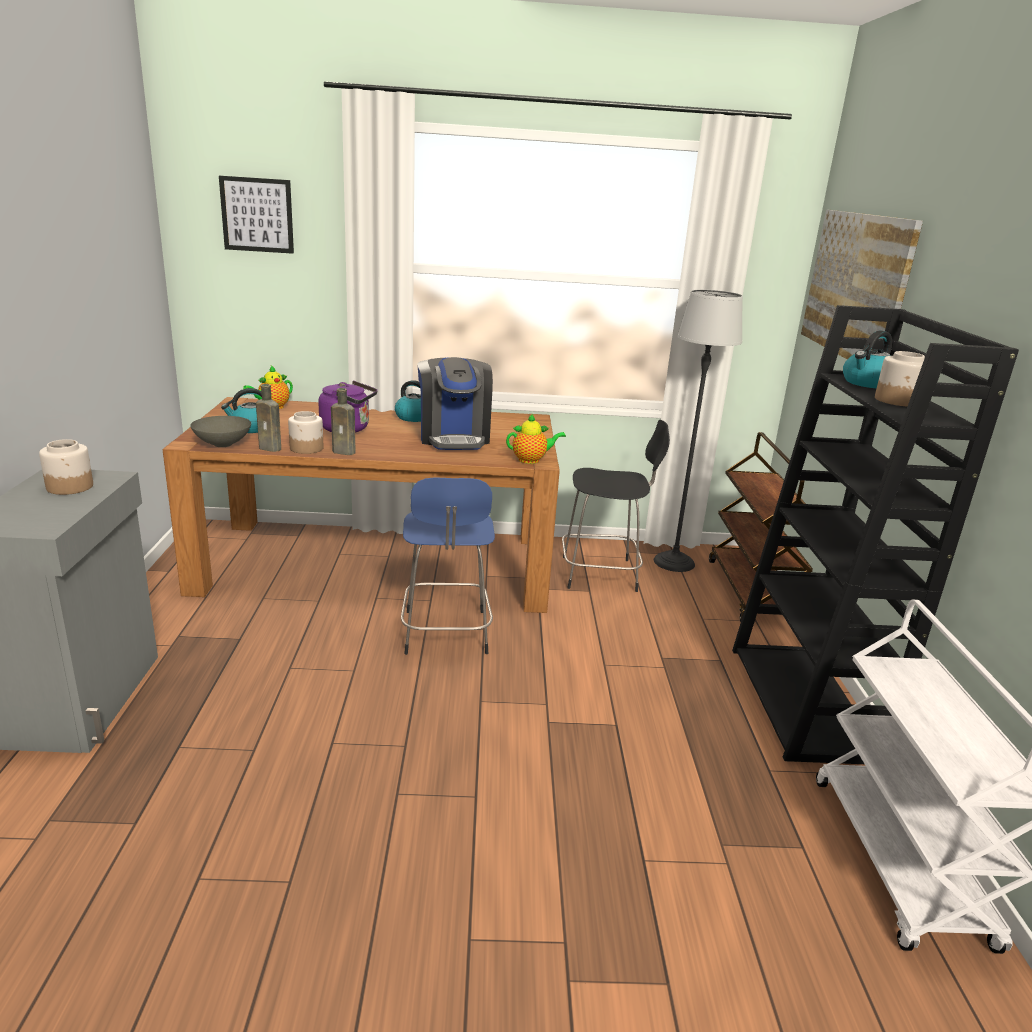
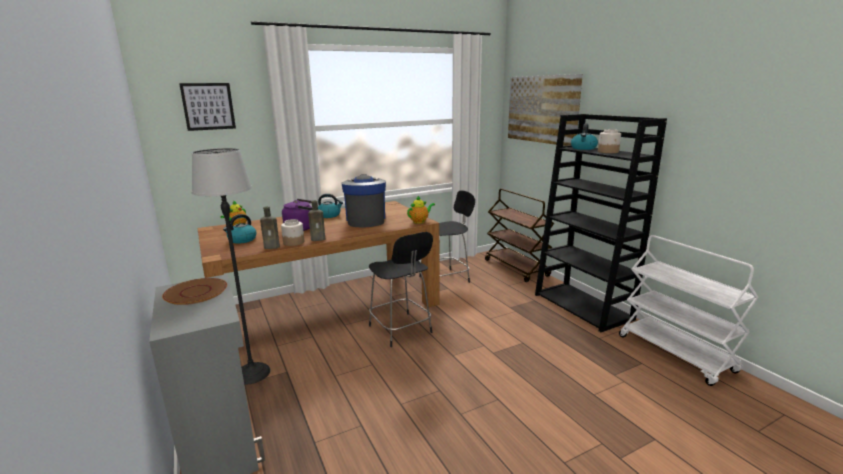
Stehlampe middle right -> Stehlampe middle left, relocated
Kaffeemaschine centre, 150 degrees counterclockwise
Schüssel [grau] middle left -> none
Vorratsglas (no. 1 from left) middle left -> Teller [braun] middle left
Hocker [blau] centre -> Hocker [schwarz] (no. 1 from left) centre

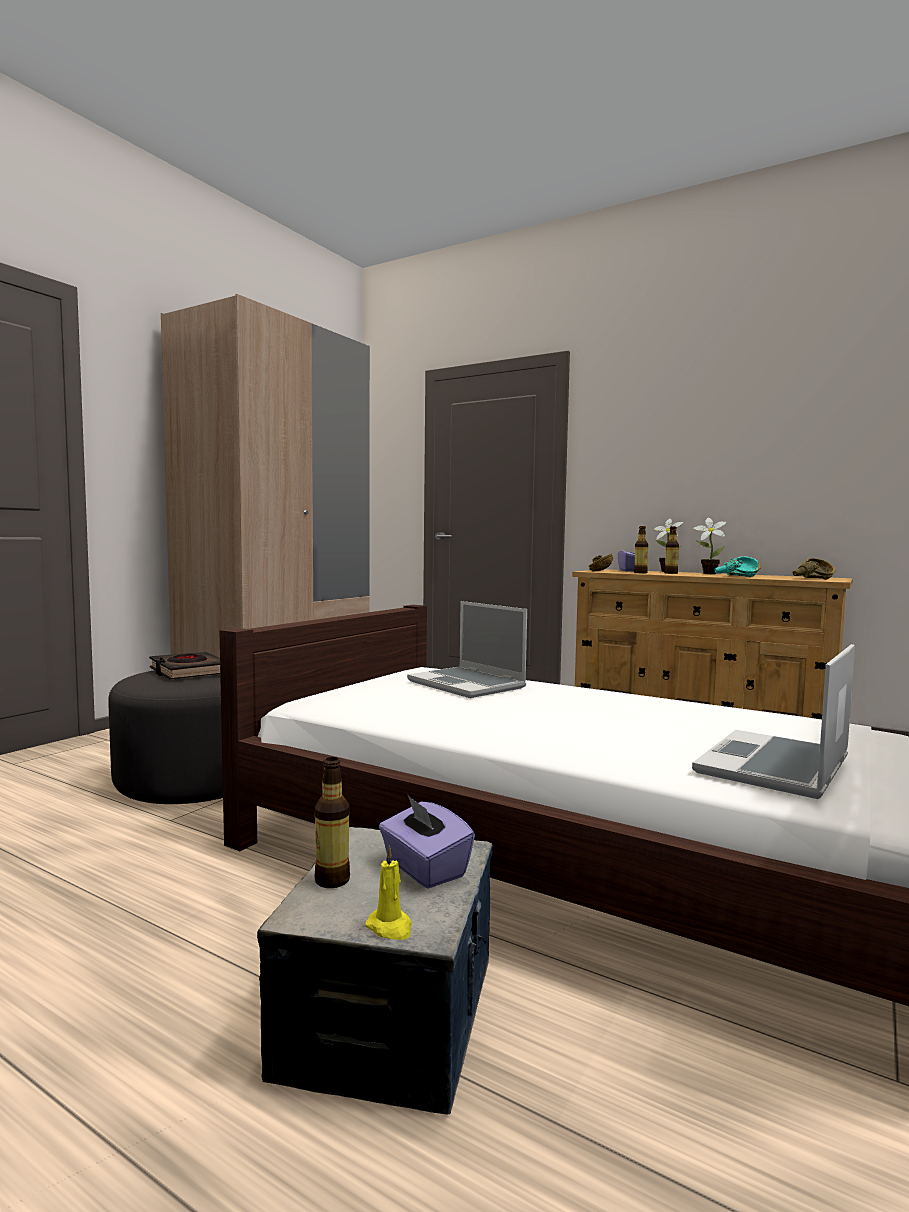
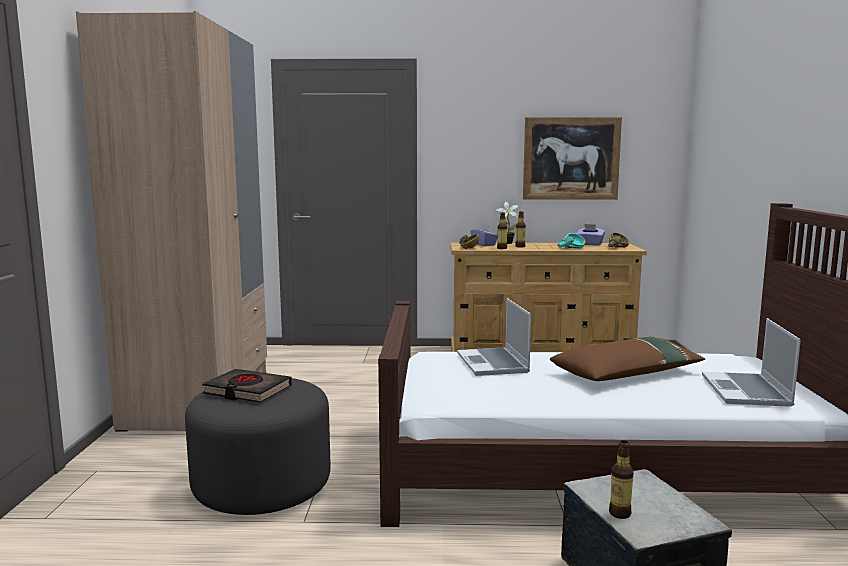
Topfpflanze (no. 2 from left) middle right -> none
Laptop (no. 1 from left) centre, 60 degrees clockwise
Taschentuchbox [lila] (no. 1 from left in the first image) bottom centre -> Taschentuchbox [lila] (no. 2 from left) middle right, relocated
Kerze [gelb] bottom centre -> none
none -> Bild top right
none -> Kissen [braun] middle right

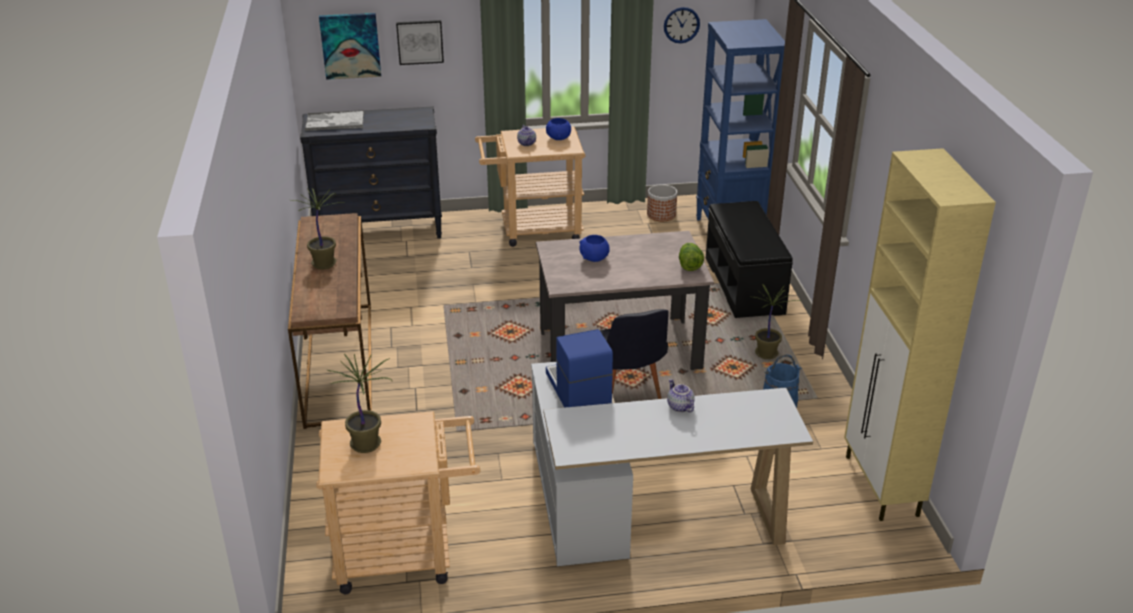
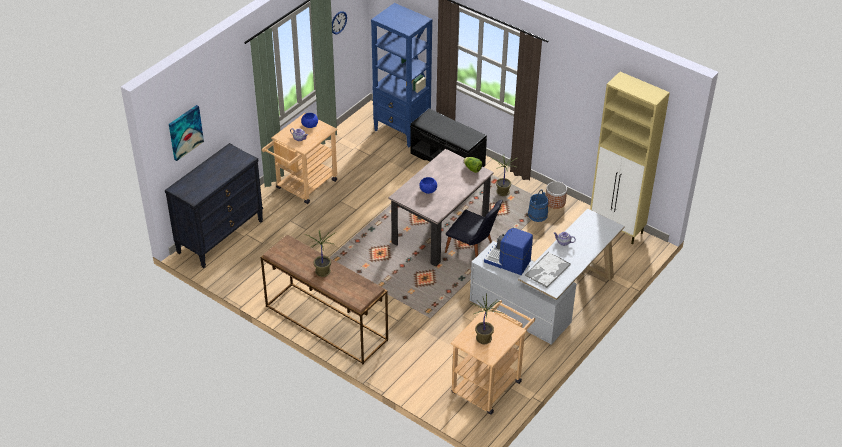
Bild (no. 2 from left) top centre -> none
Tablett top left -> Tablett centre, relocated
Pflanzkübel top centre -> Pflanzkübel centre, relocated

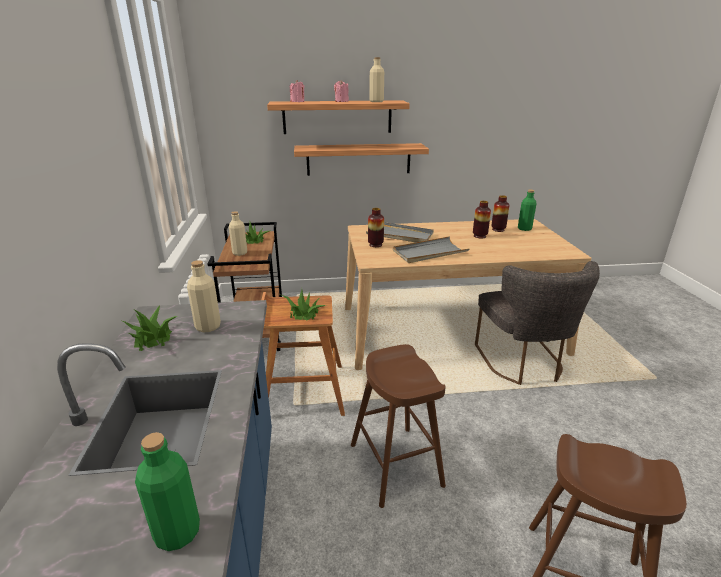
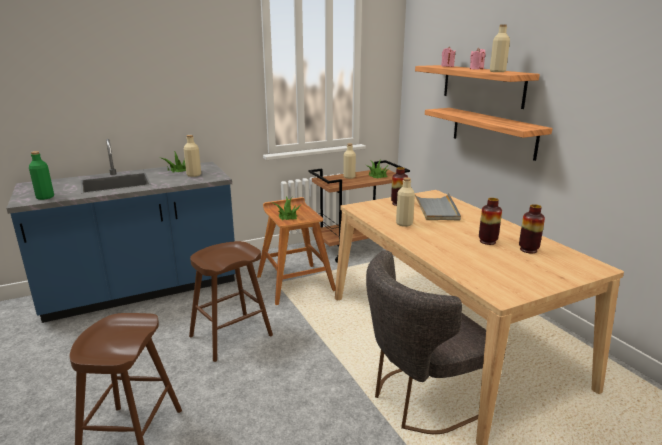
Flasche [grün] (no. 2 from left) middle right -> none
Tablett [grau] (no. 2 from left) centre -> Flasche [beige] (no. 3 from left) centre

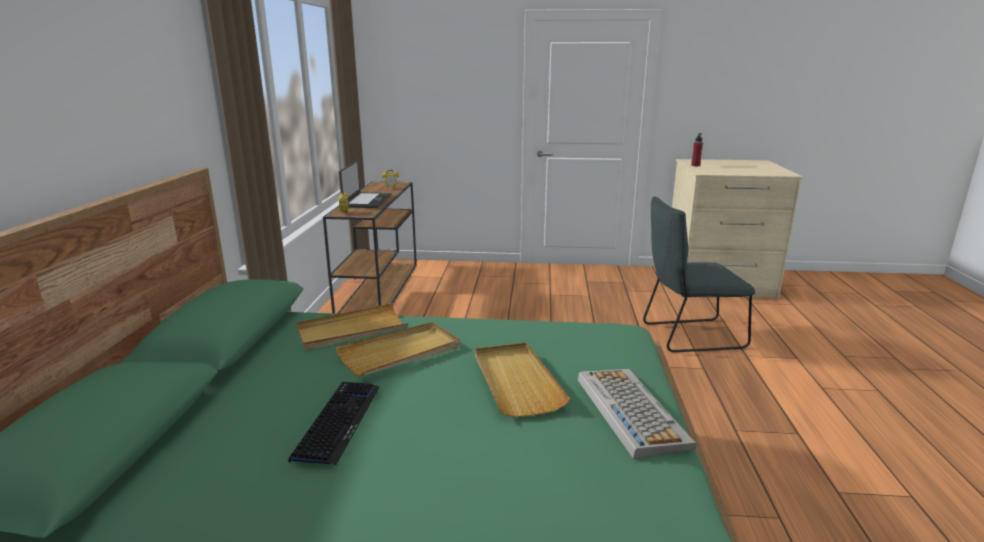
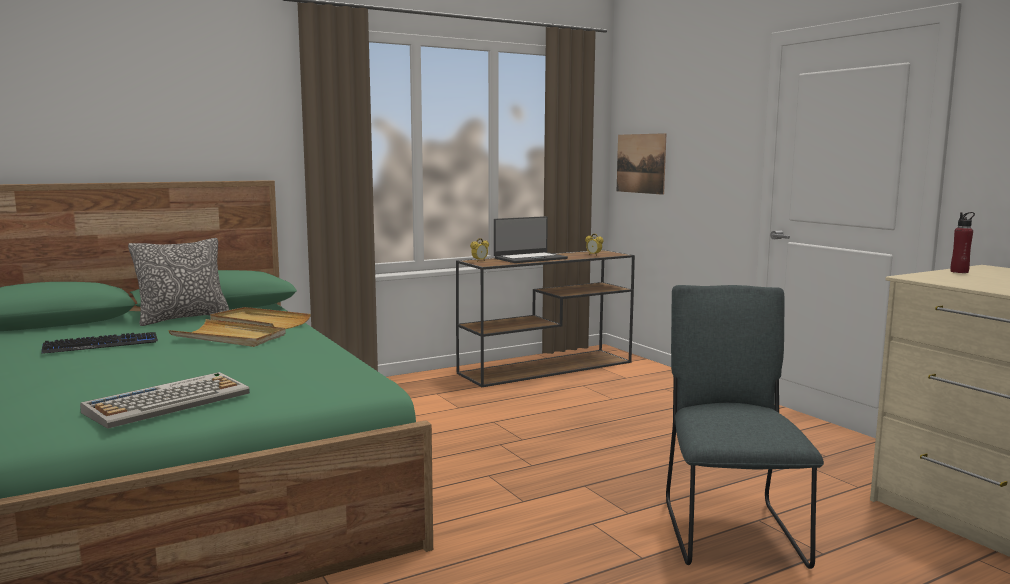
Stuhl [grau] middle right -> Stuhl [grau] bottom right, 45 degrees clockwise
Tablett [beige] (no. 3 from left) bottom centre -> none
none -> Bild top centre
none -> Kissen middle left

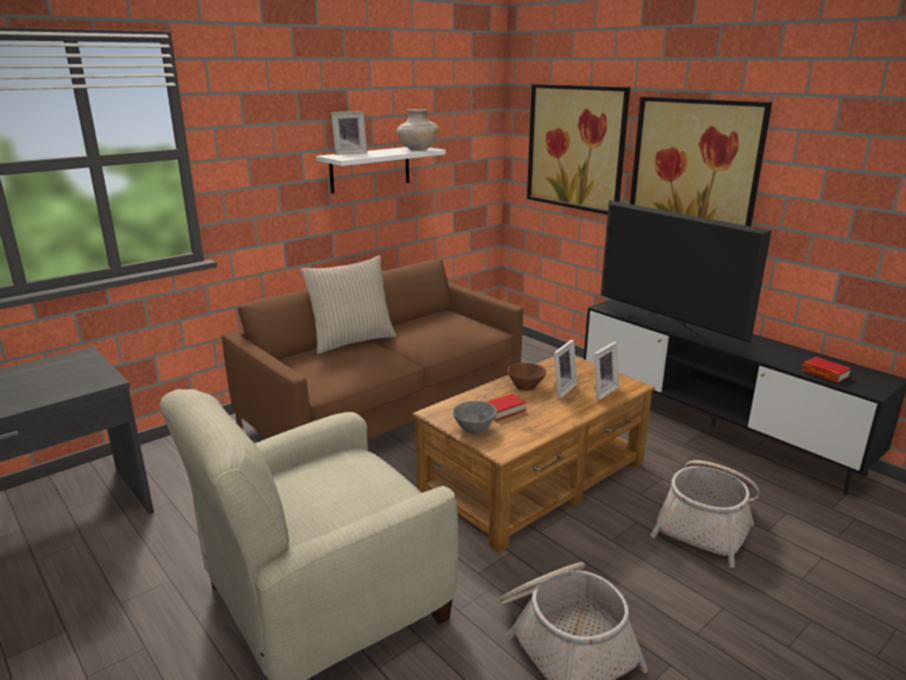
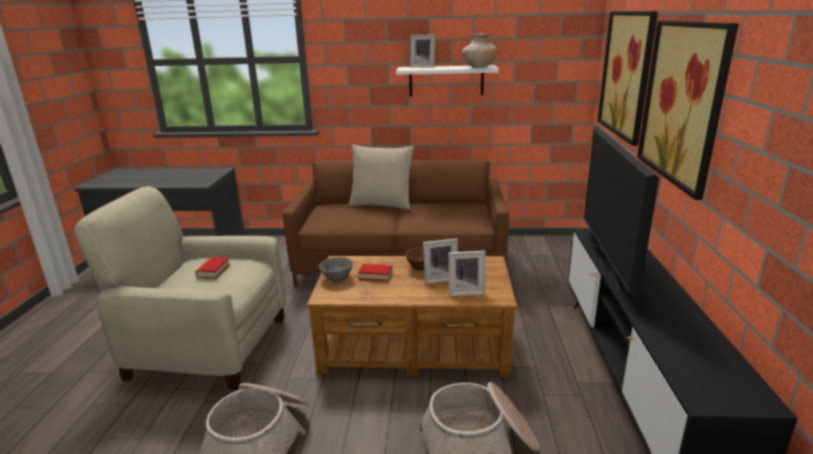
Buch (no. 2 from left in the first image) middle right -> Buch (no. 1 from left) middle left, relocated

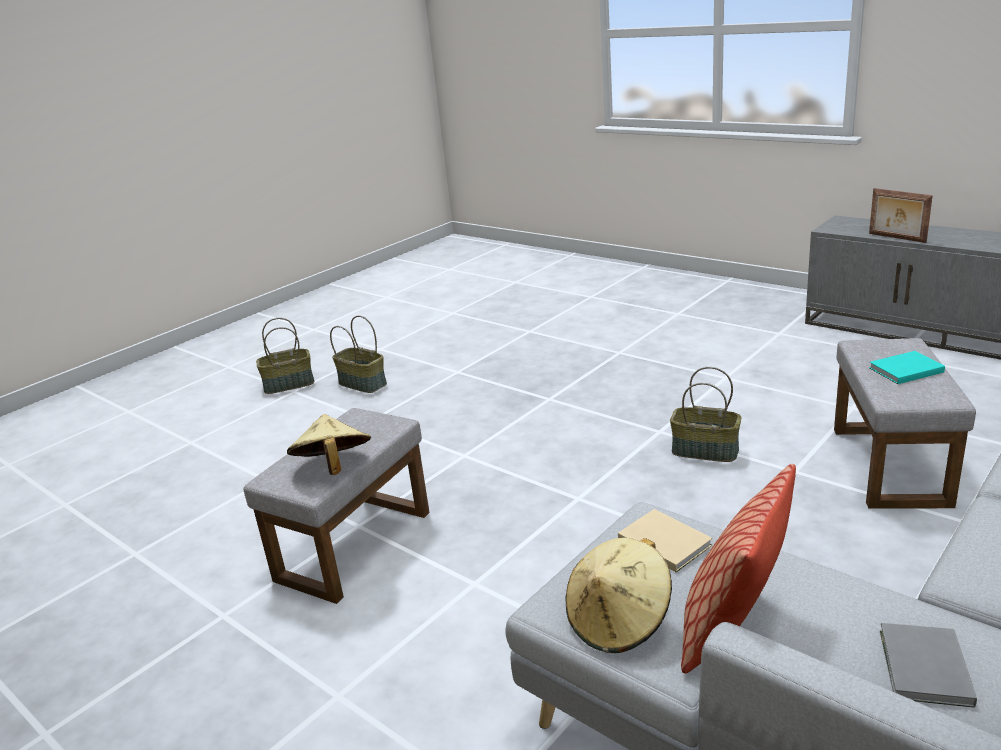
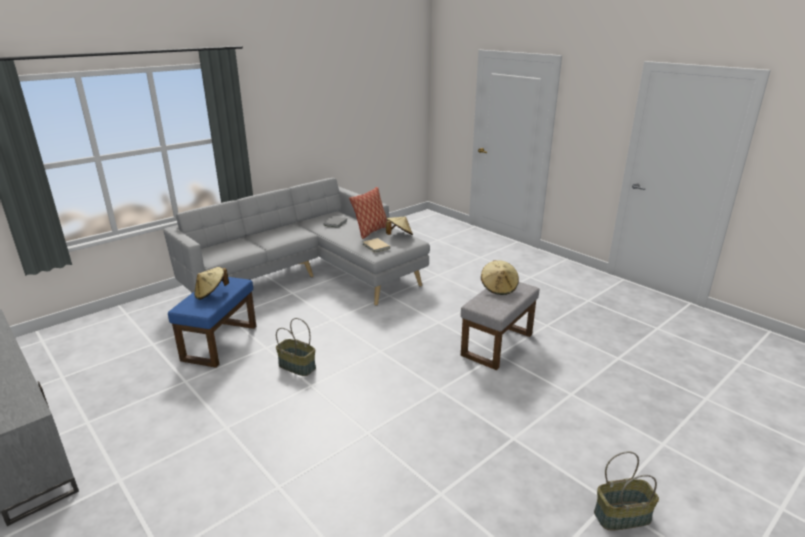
Bilderrahmen top right -> none
Korb (no. 2 from left) centre -> none
Polsterhocker [grau] (no. 2 from left) middle right -> Polsterhocker [blau] middle left
Buch [türkis] middle right -> Hut [beige] (no. 1 from left) middle left

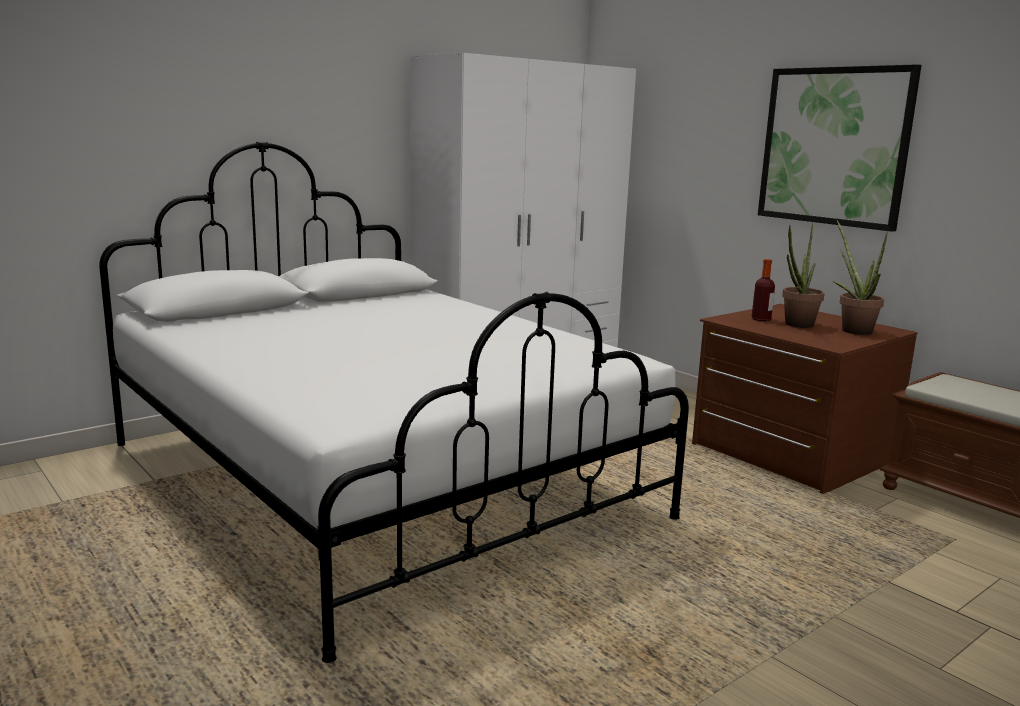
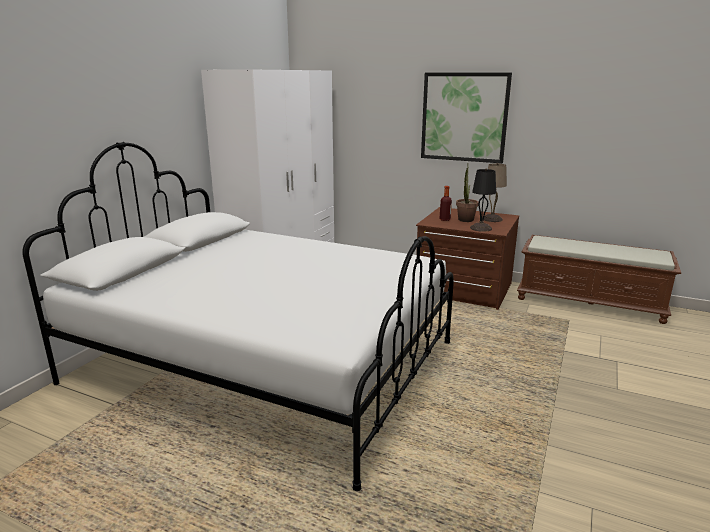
Topfpflanze (no. 2 from left) middle right -> Tischlampe [beige] middle right
none -> Tischlampe [schwarz] middle right

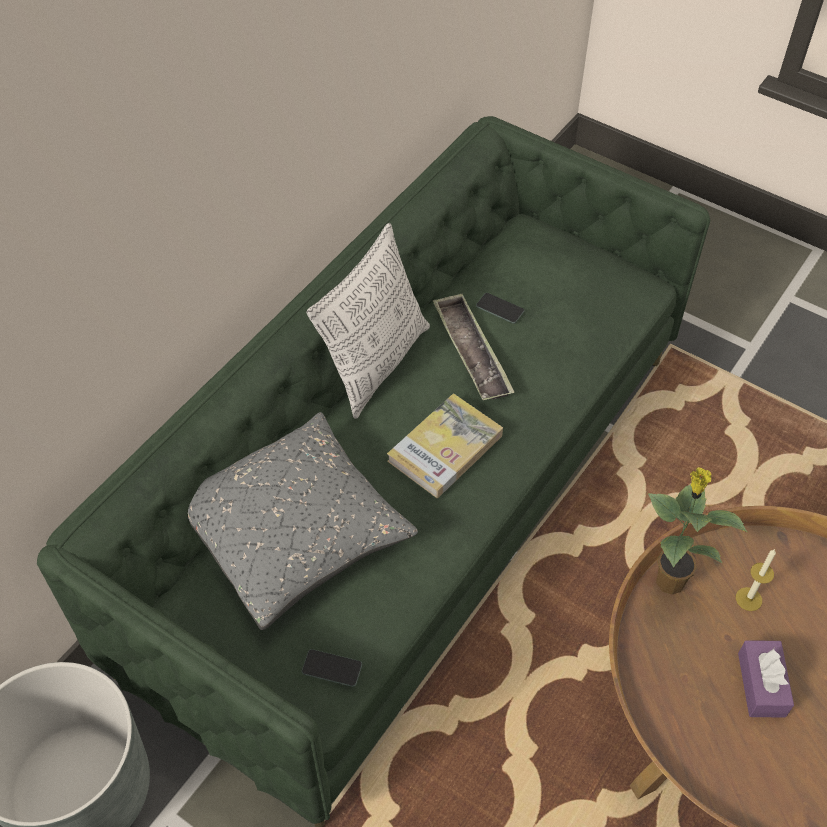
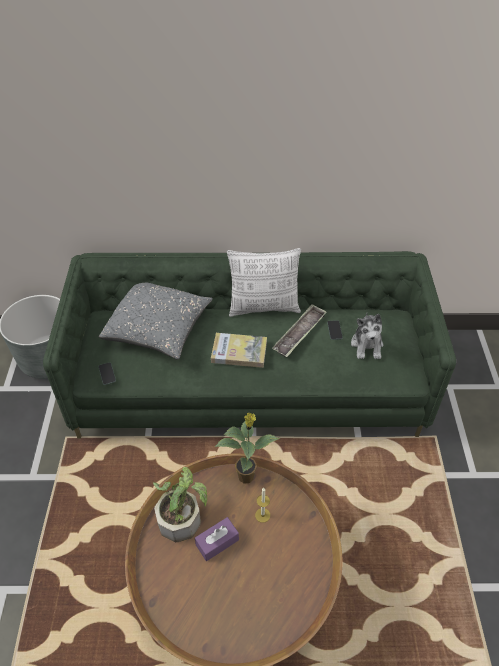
none -> Plüschtier middle right
none -> Topfpflanze (no. 1 from left) bottom centre

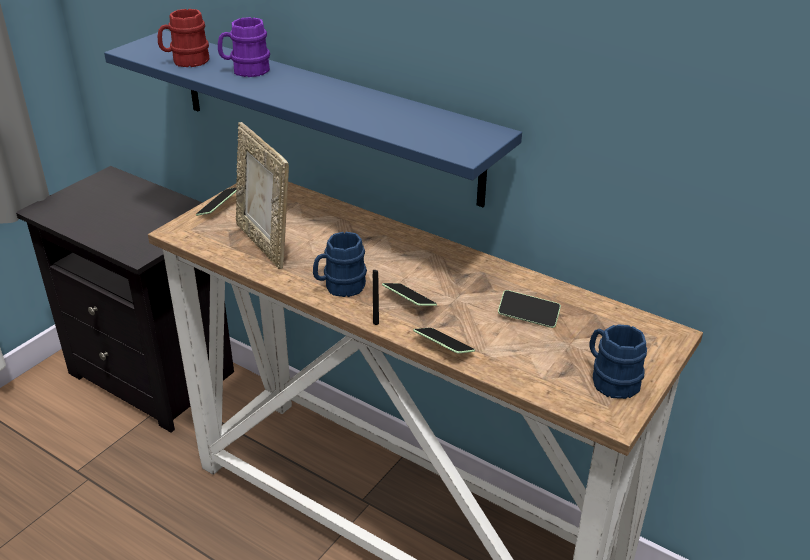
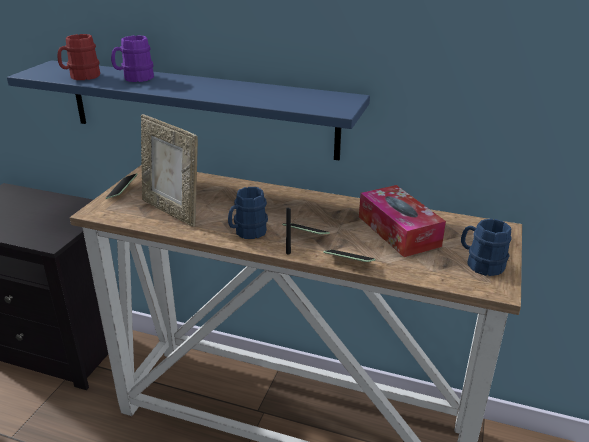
Handy (no. 4 from left) centre -> Taschentuchbox middle right

